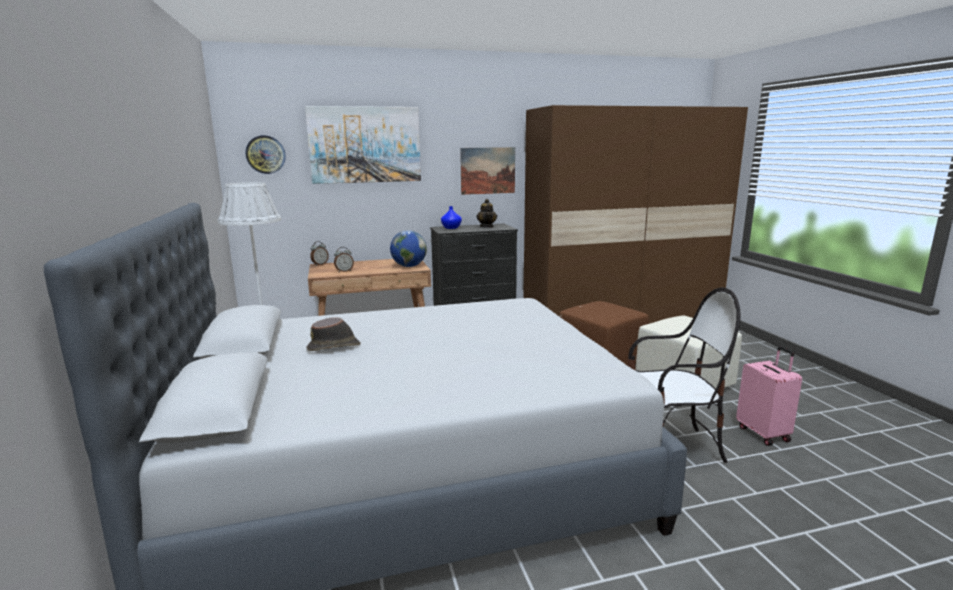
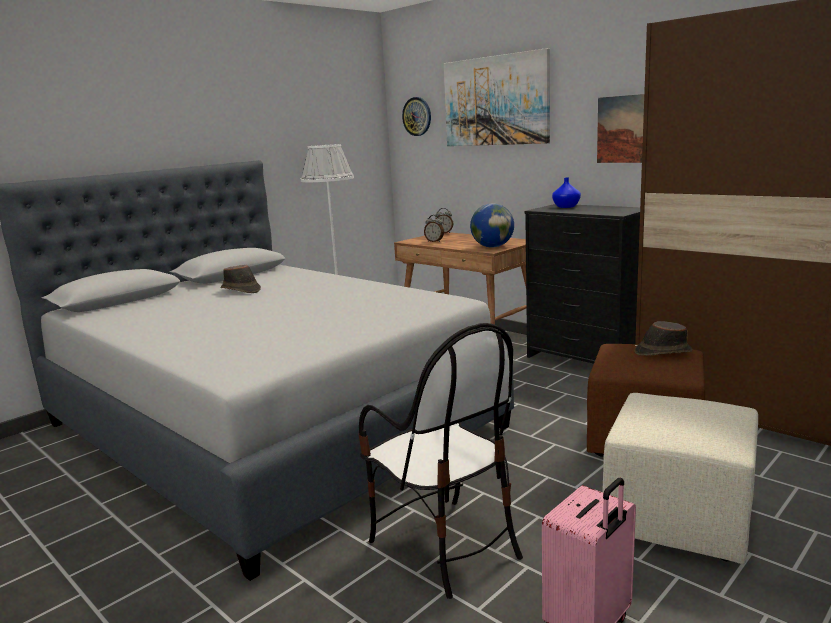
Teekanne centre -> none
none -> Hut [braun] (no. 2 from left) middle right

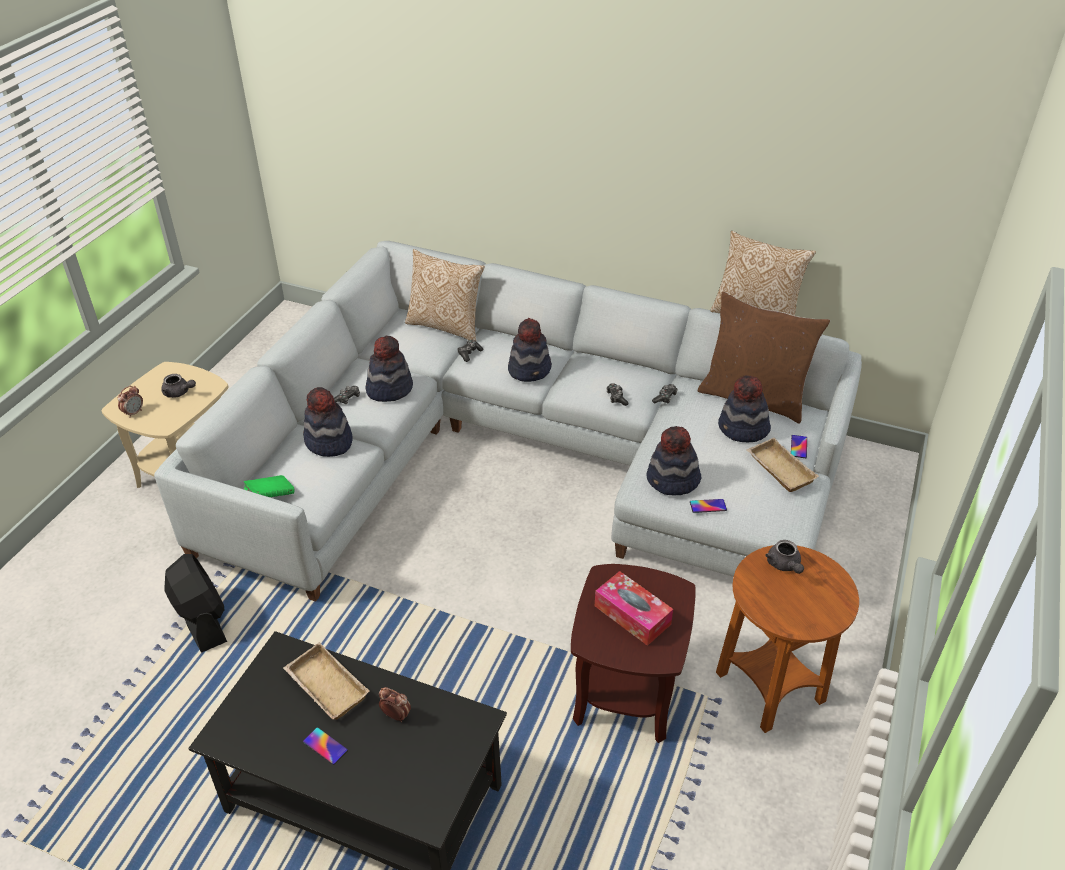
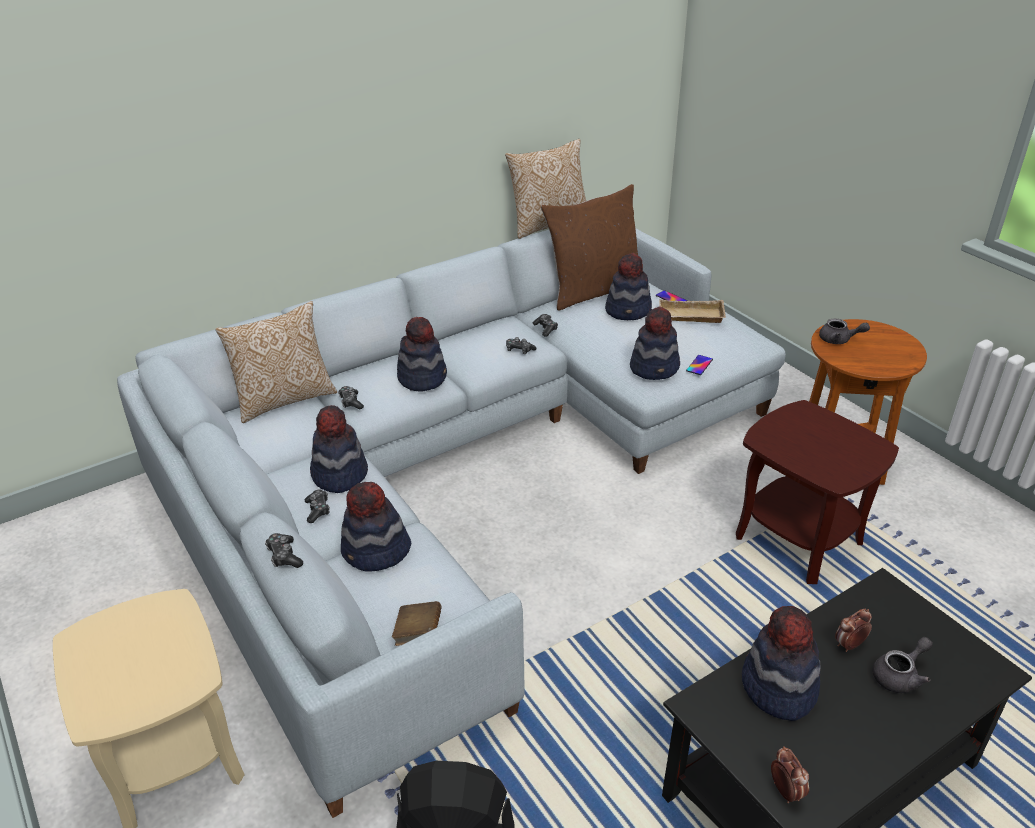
Teekanne [grau] (no. 1 from left in the first image) middle left -> Teekanne [grau] (no. 2 from left) bottom right, relocated
Wecker (no. 1 from left) middle left -> Wecker (no. 1 from left) bottom right, relocated
Buch [grün] middle left -> Buch [braun] bottom centre
Taschentuchbox bottom centre -> none
Tablett [beige] (no. 1 from left) bottom left -> Hut (no. 6 from left) bottom right
Handy (no. 1 from left) bottom left -> none
none -> Gamepad (no. 1 from left) middle left

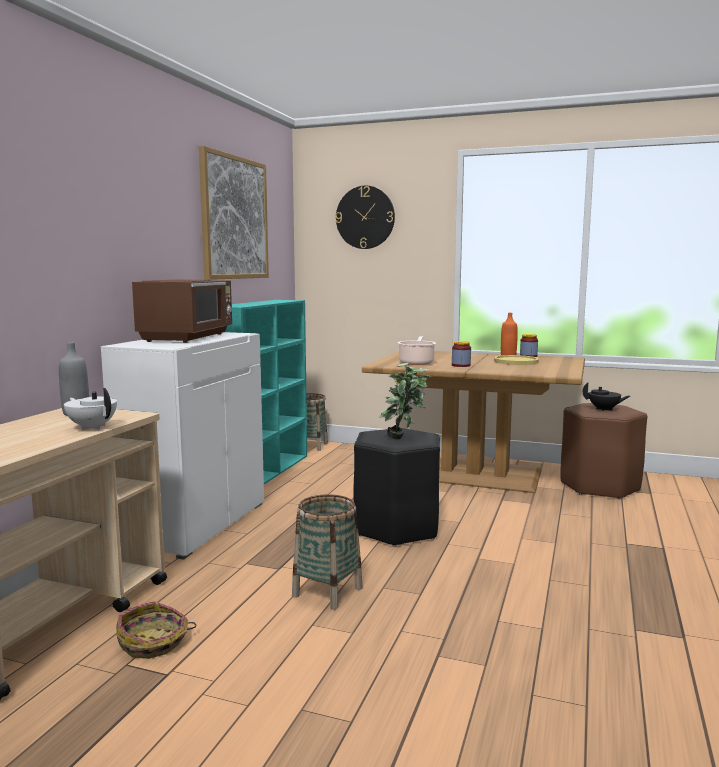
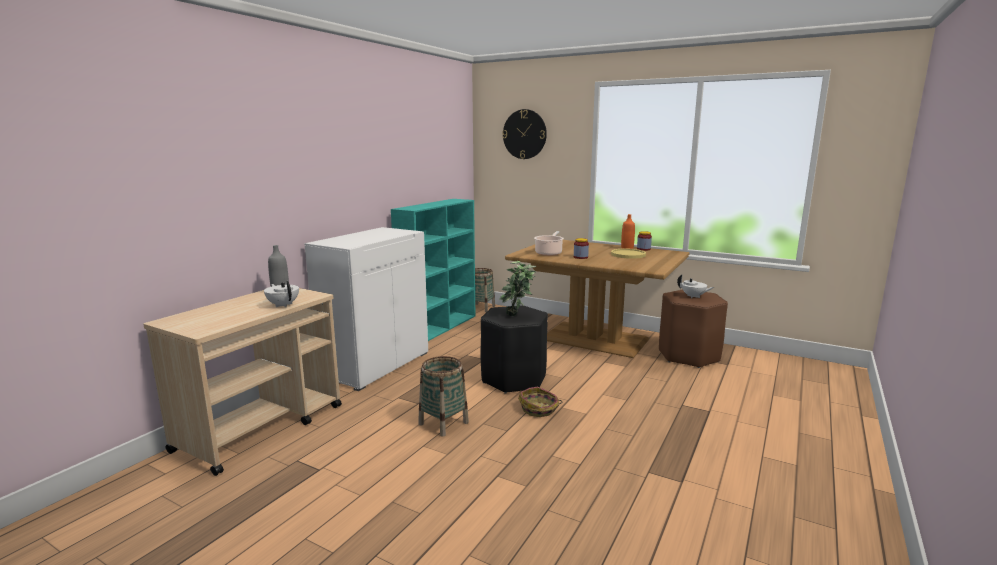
Bild top left -> none
Mikrowelle [braun] middle left -> none
Teekanne [schwarz] middle right -> Teekanne [weiß] (no. 2 from left) middle right
Korb (no. 1 from left in the first image) bottom left -> Korb (no. 3 from left) bottom centre, relocated

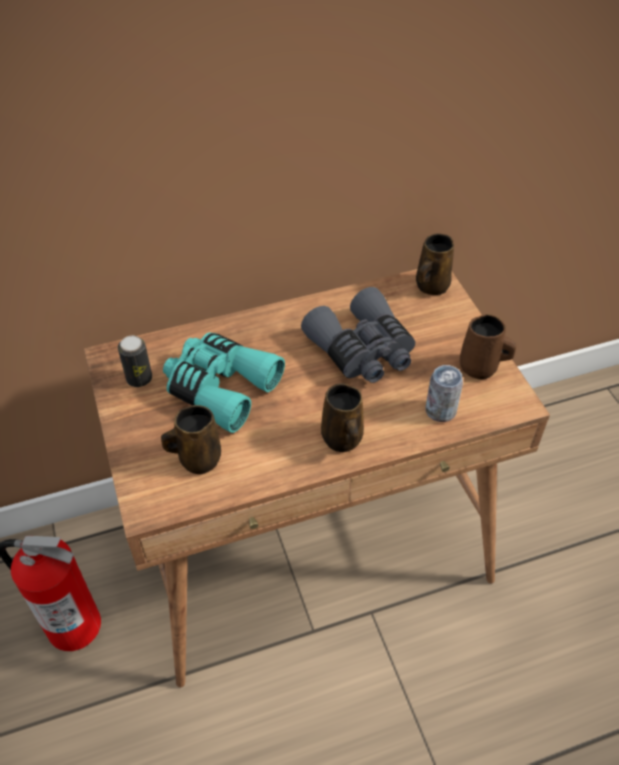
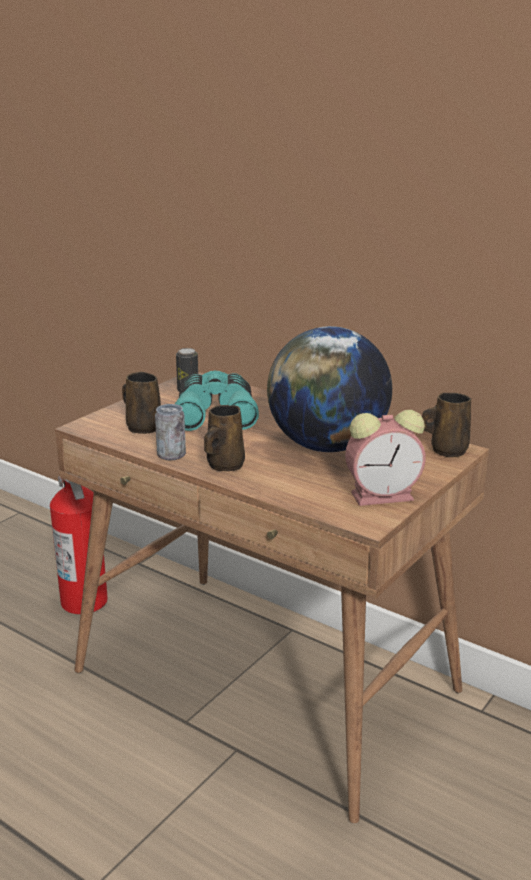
Fernglas [grau] centre -> Globus centre
Henkelbecher [braun] (no. 4 from left) middle right -> Wecker middle right
Dose (no. 2 from left in the first image) middle right -> Dose (no. 1 from left) middle left, relocated

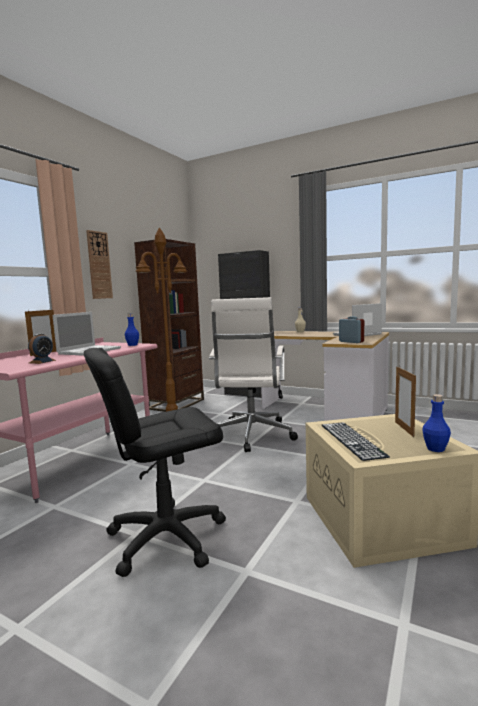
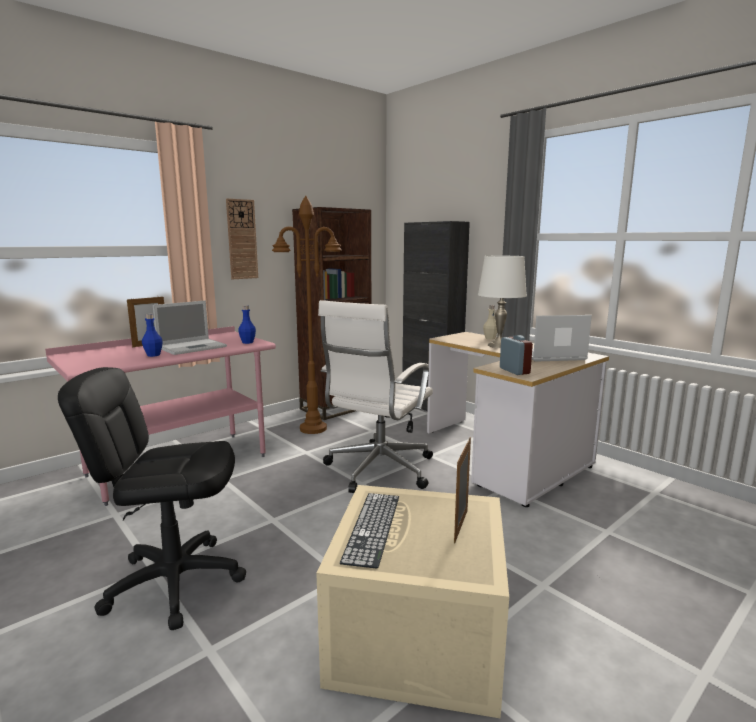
Wecker (no. 1 from left) middle left -> none
Flasche [blau] (no. 2 from left in the first image) middle right -> Flasche [blau] (no. 1 from left) middle left, relocated
none -> Tischlampe [weiß] centre

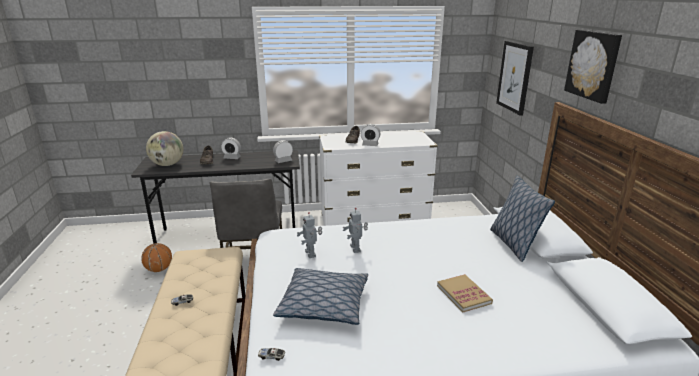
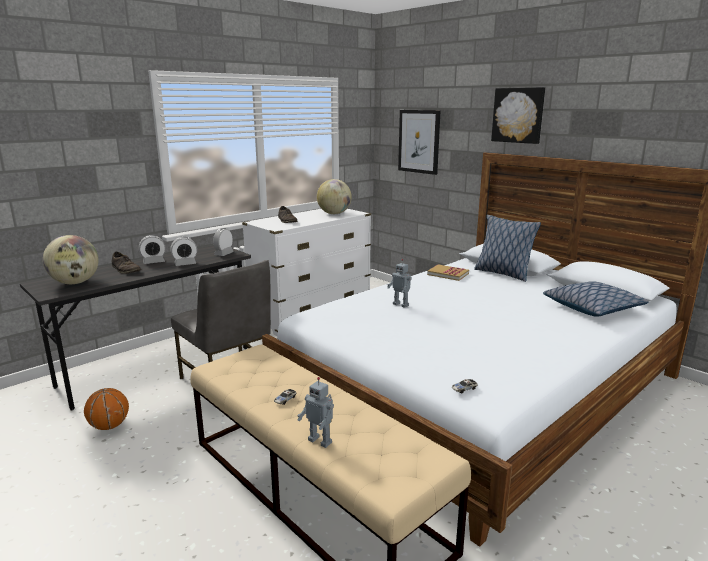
Wecker (no. 3 from left in the first image) centre -> Wecker (no. 2 from left) middle left, relocated
Spielzeugroboter (no. 1 from left) centre -> Spielzeugroboter (no. 1 from left) bottom centre, relocated
Kissen (no. 1 from left in the first image) bottom centre -> Kissen (no. 2 from left) middle right, relocated
Buch bottom centre -> Buch centre, relocated
none -> Globus (no. 2 from left) centre

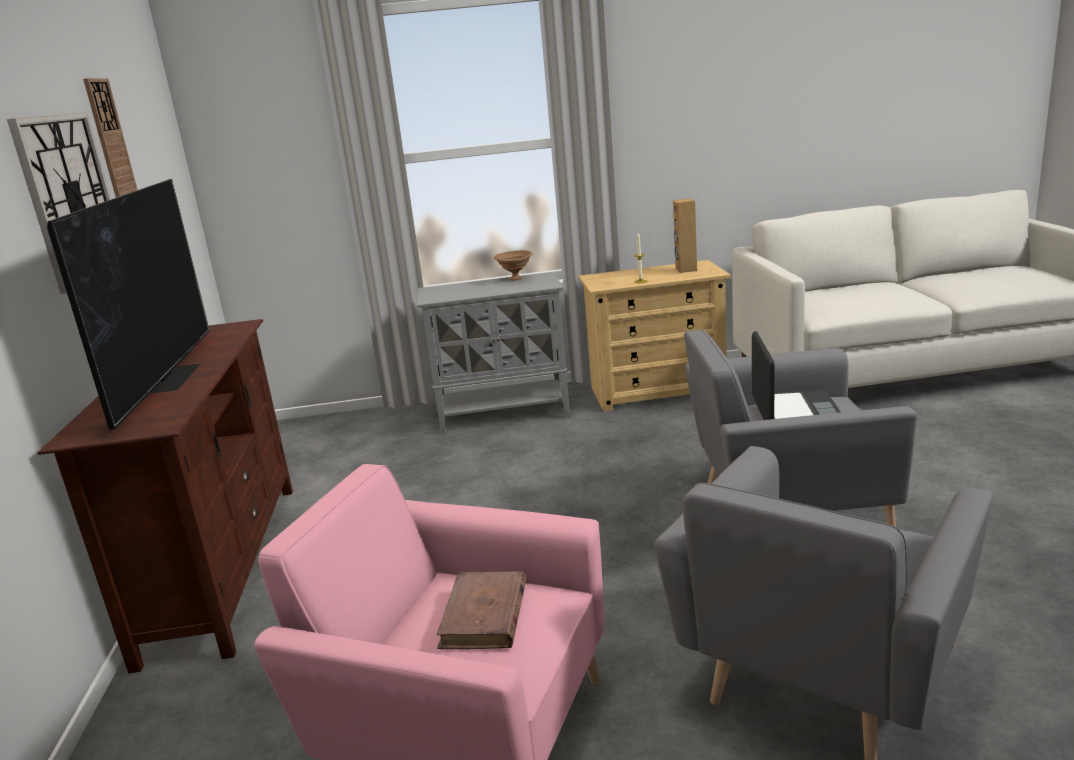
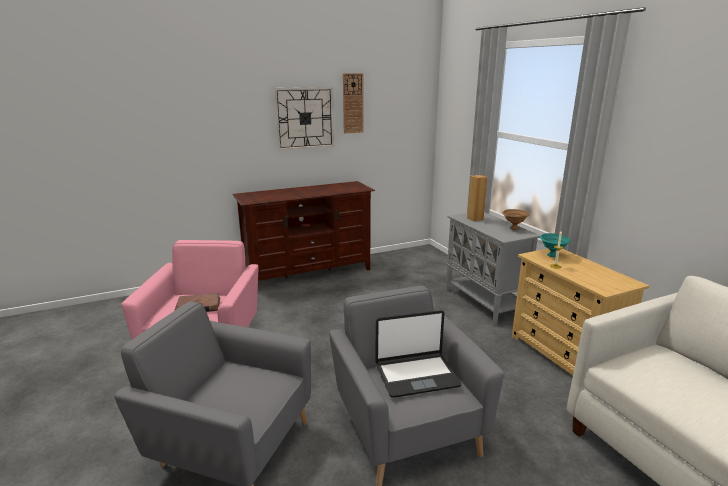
Fernseher middle left -> none
Lautsprecher [braun] top centre -> Lautsprecher [braun] centre, relocated
none -> Schüssel [türkis] middle right

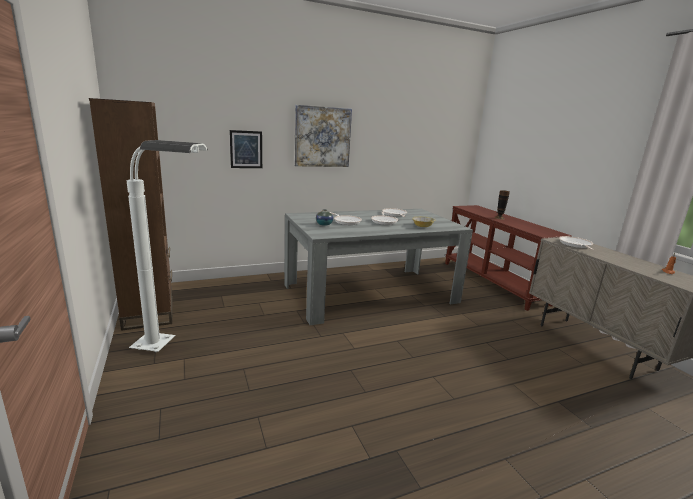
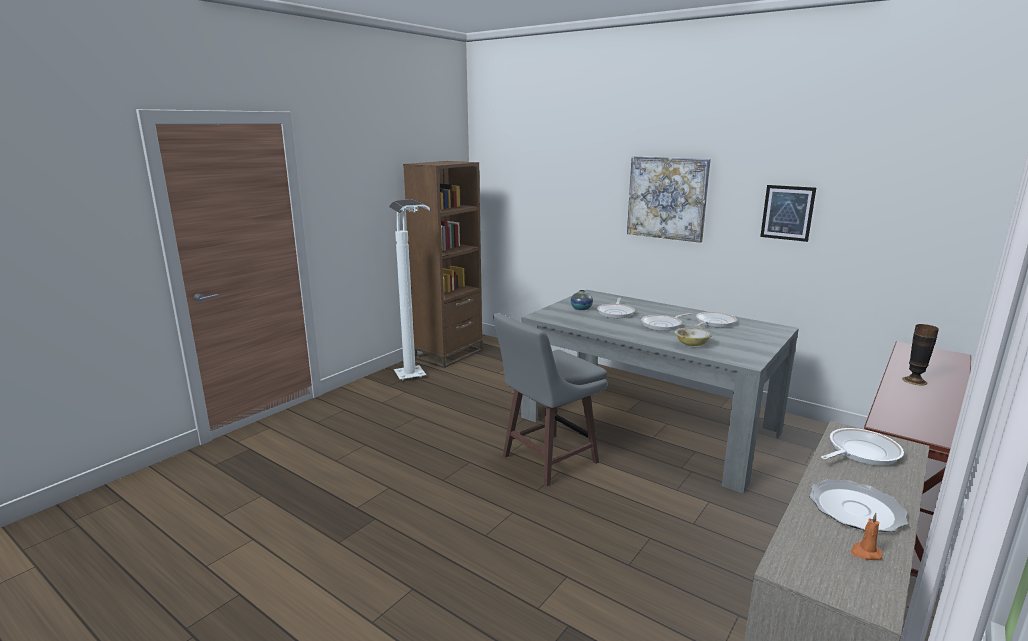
Bild (no. 1 from left in the first image) top centre -> Bild (no. 2 from left) top right, relocated
none -> Hocker [grau] centre
none -> Teller bottom right

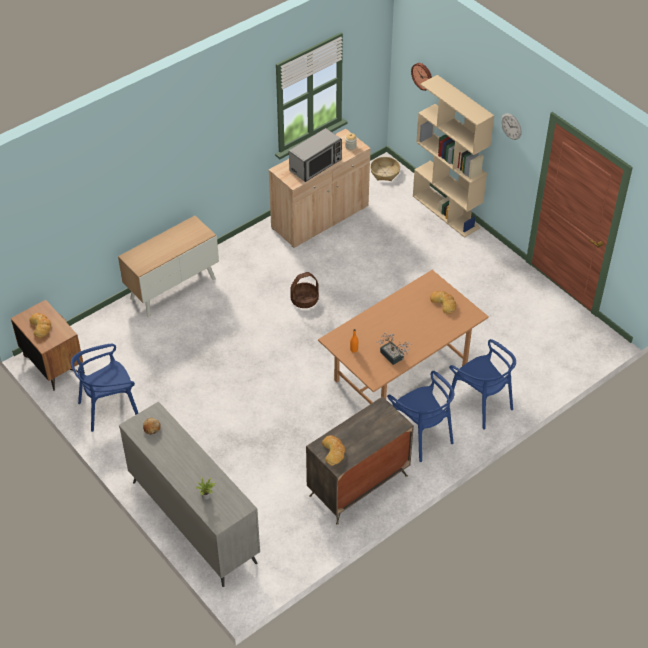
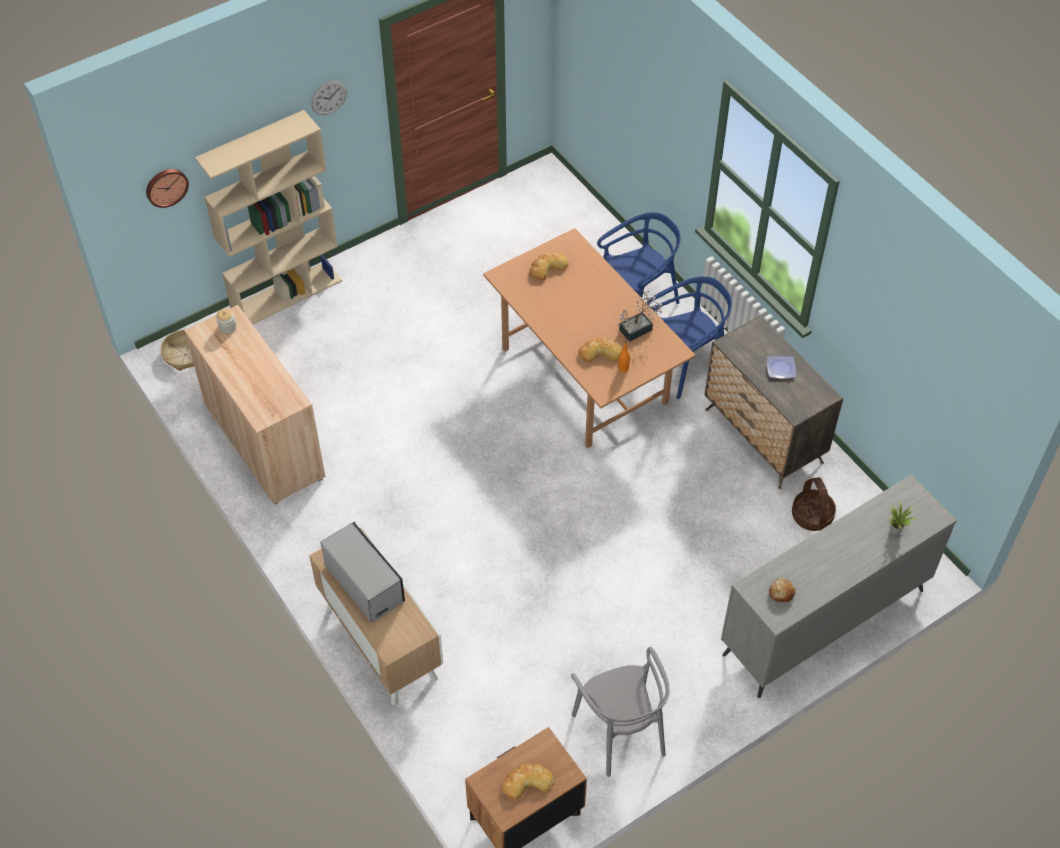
Mikrowelle top centre -> Mikrowelle bottom centre, relocated
Korb (no. 1 from left in the first image) centre -> Korb (no. 2 from left) middle right, relocated
Stuhl [blau] (no. 1 from left) middle left -> Stuhl [grau] bottom centre
Brot (no. 3 from left) bottom centre -> Brot (no. 3 from left) centre, relocated
none -> Teller middle right

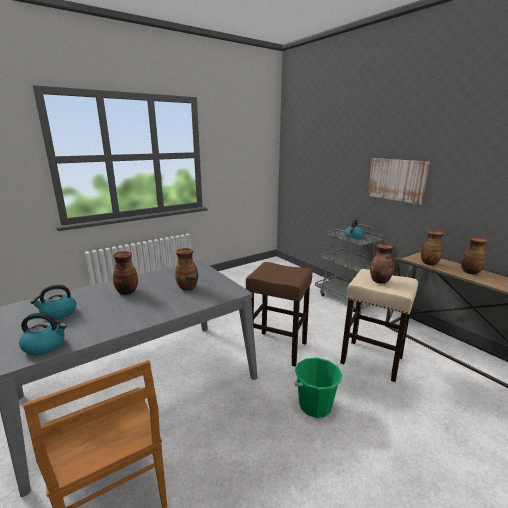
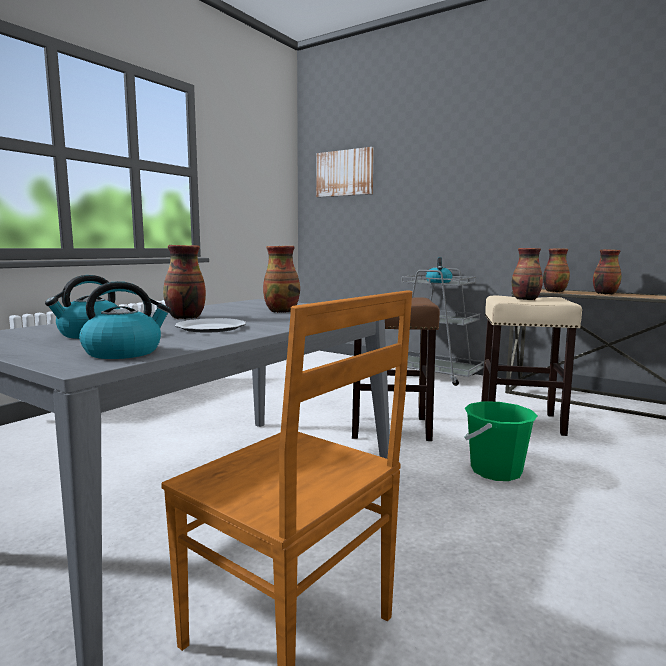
Bild middle right -> Bild top centre, relocated
none -> Teller middle left

